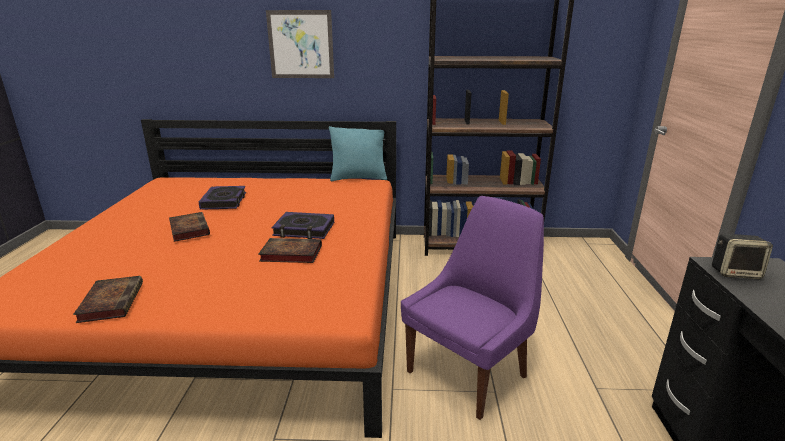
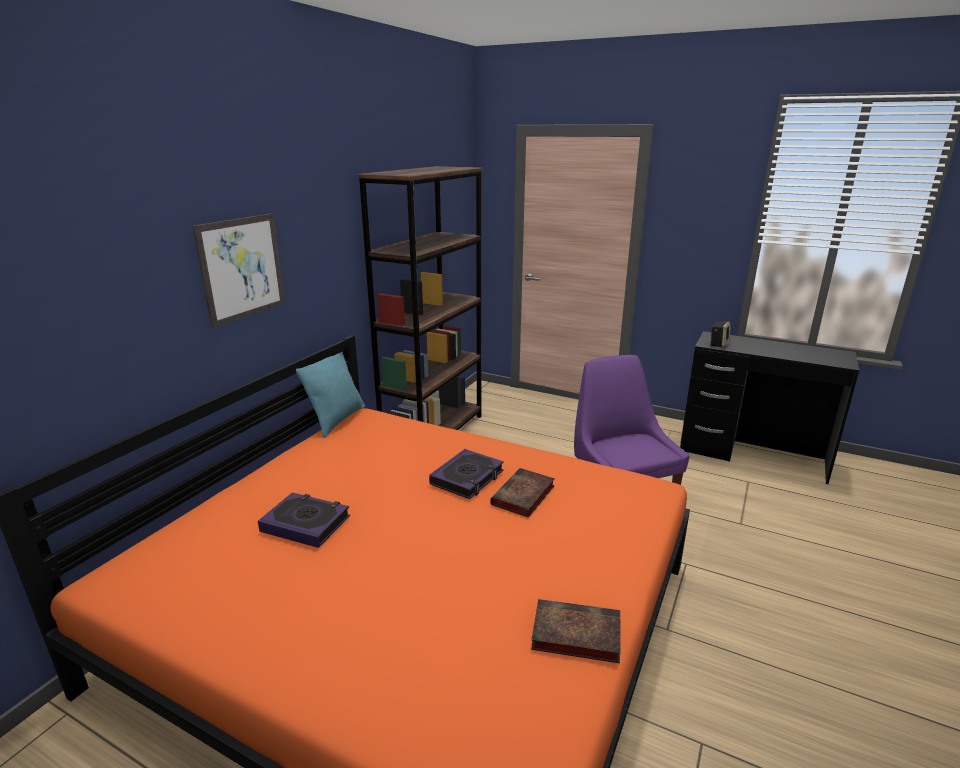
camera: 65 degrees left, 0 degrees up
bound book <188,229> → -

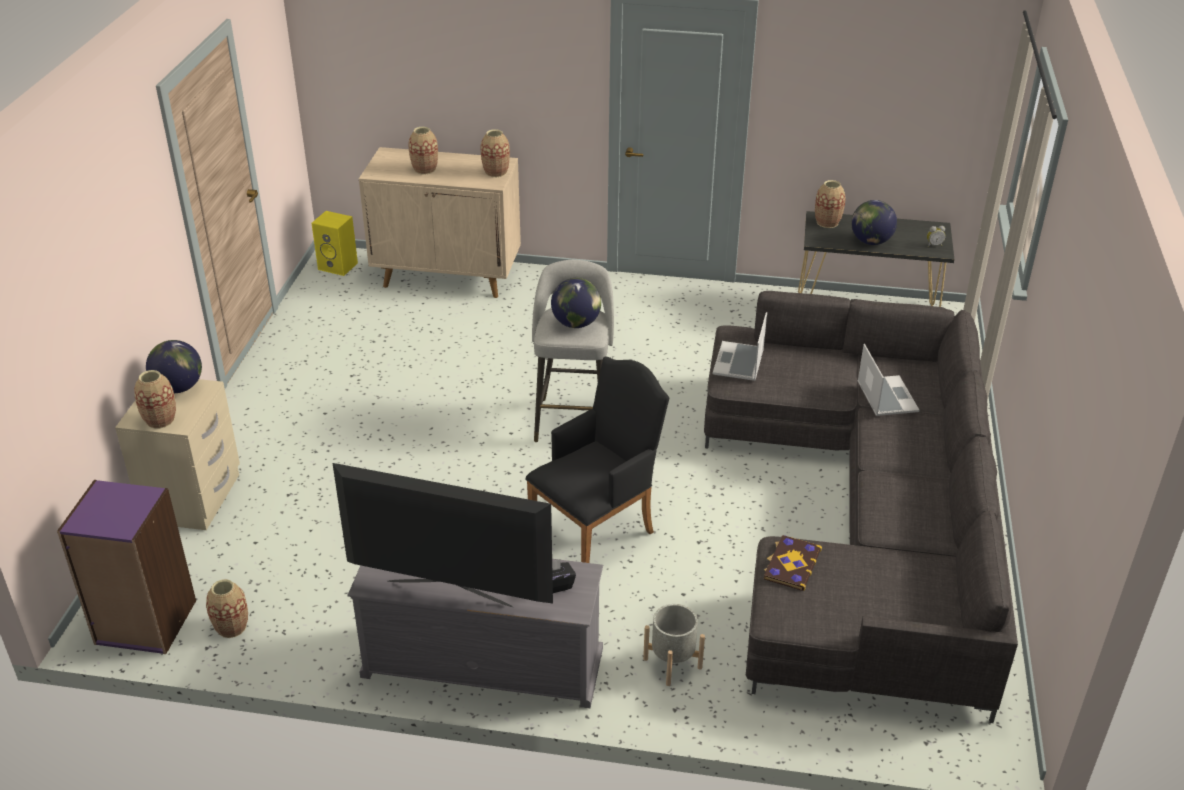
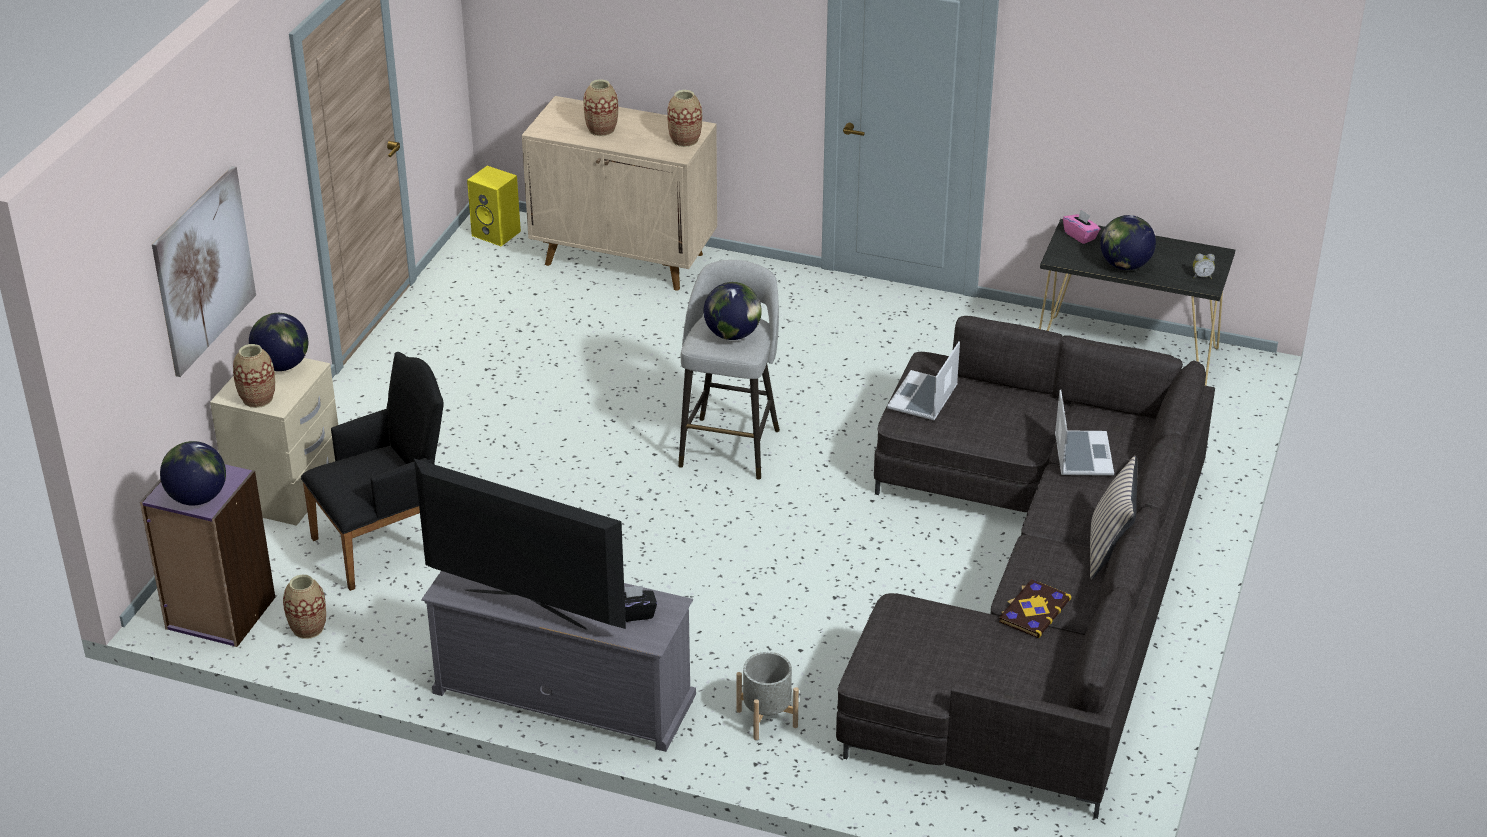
camera: 10 degrees right, 0 degrees up
- → picture <203,270>
- → world globe <197,498>
black-coloured lounge chair <598,528> → black-coloured lounge chair <387,543>, relocated
bound book <791,564> → bound book <1033,610>, relocated
vase <827,222> → pink-coloured tissue holder <1080,236>
- → sand-coloured pillow <1109,550>

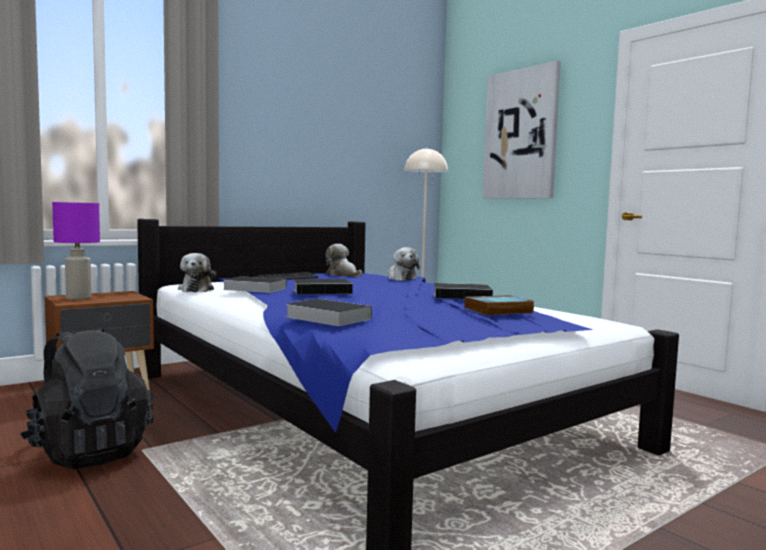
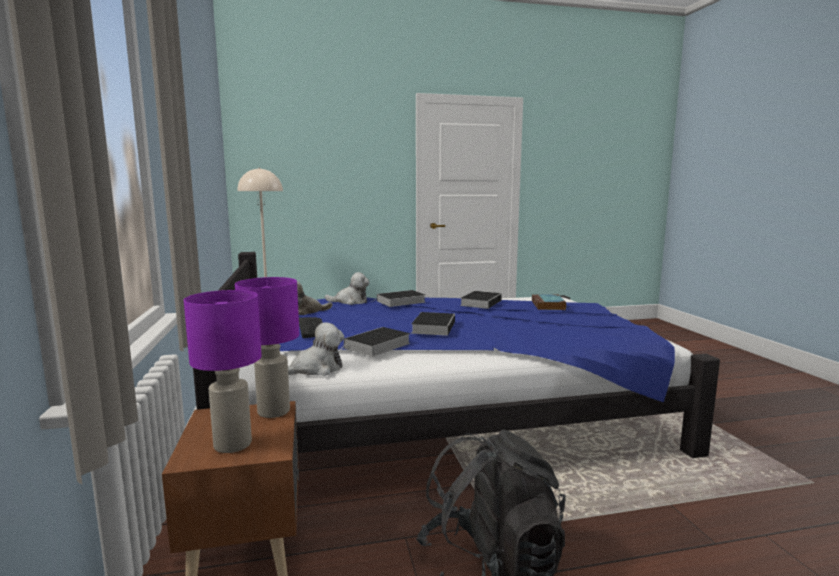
camera: 65 degrees left, 5 degrees up
- → purplish lamp for a table <273,411>
soft toy <197,289> → soft toy <315,369>, 45 degrees counterclockwise
bound book <325,317> → bound book <400,302>, relocated
picture <521,134> → -

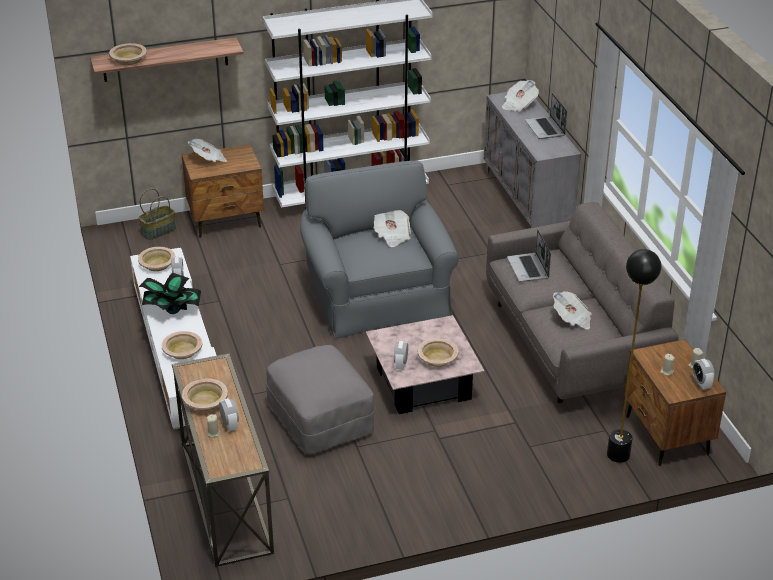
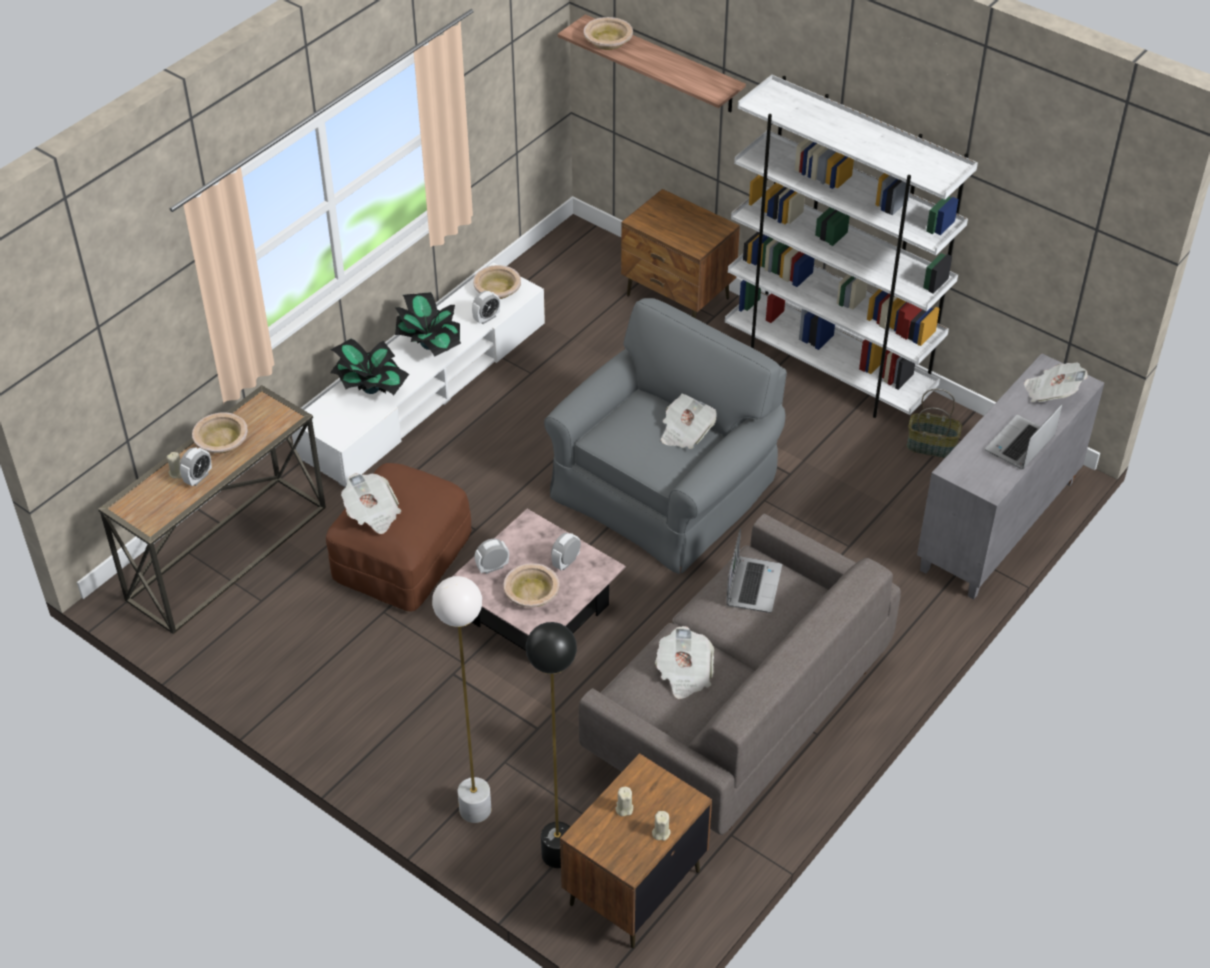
camera: 55 degrees right, 10 degrees up
greyish ottoman <319,420> → brown-coloured ottoman <402,559>
sand-coloured deep dish <182,350> → houseplant <370,388>
daily paper <208,159> → daily paper <372,514>, relocated
- → white floor lamp <475,810>
bedside clock <701,384> → bedside clock <566,562>, relocated
notebook computer <528,269> → notebook computer <753,585>, 150 degrees clockwise
basket <158,231> → basket <932,446>, relocated

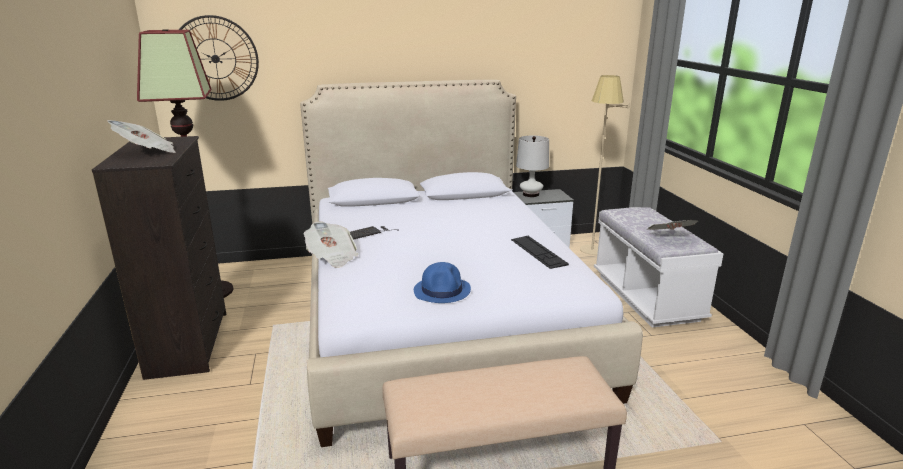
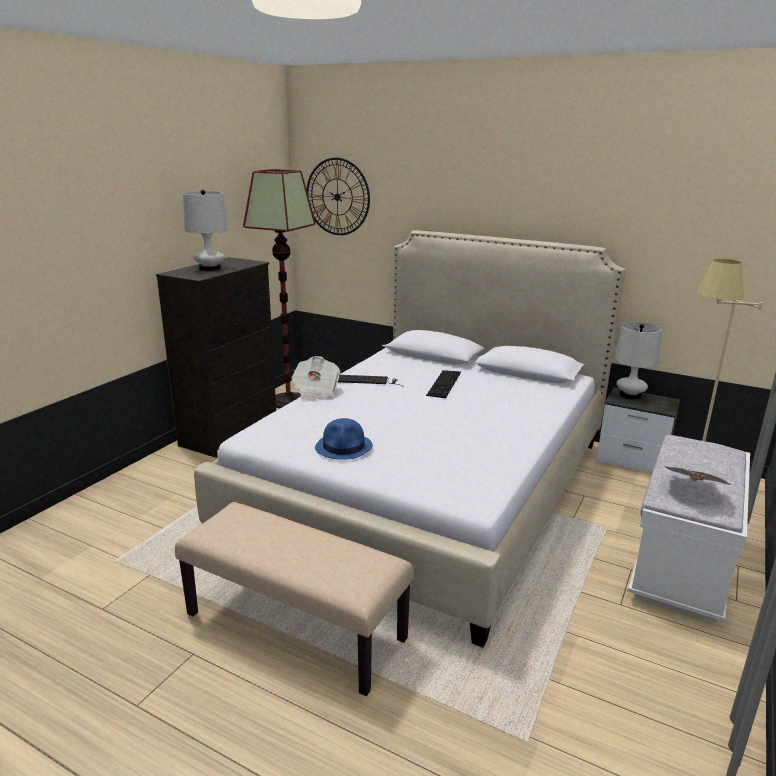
camera: 40 degrees right, 0 degrees up
daily paper <147,152> → white lamp for a table <210,268>
computer keyboard <538,251> → computer keyboard <444,383>, relocated

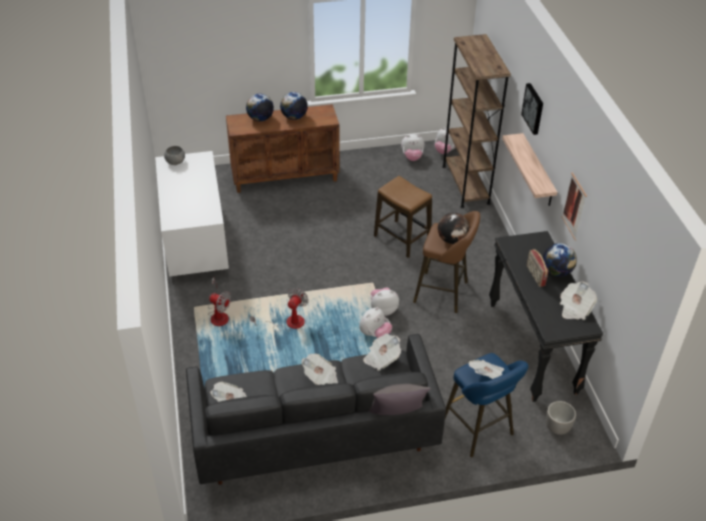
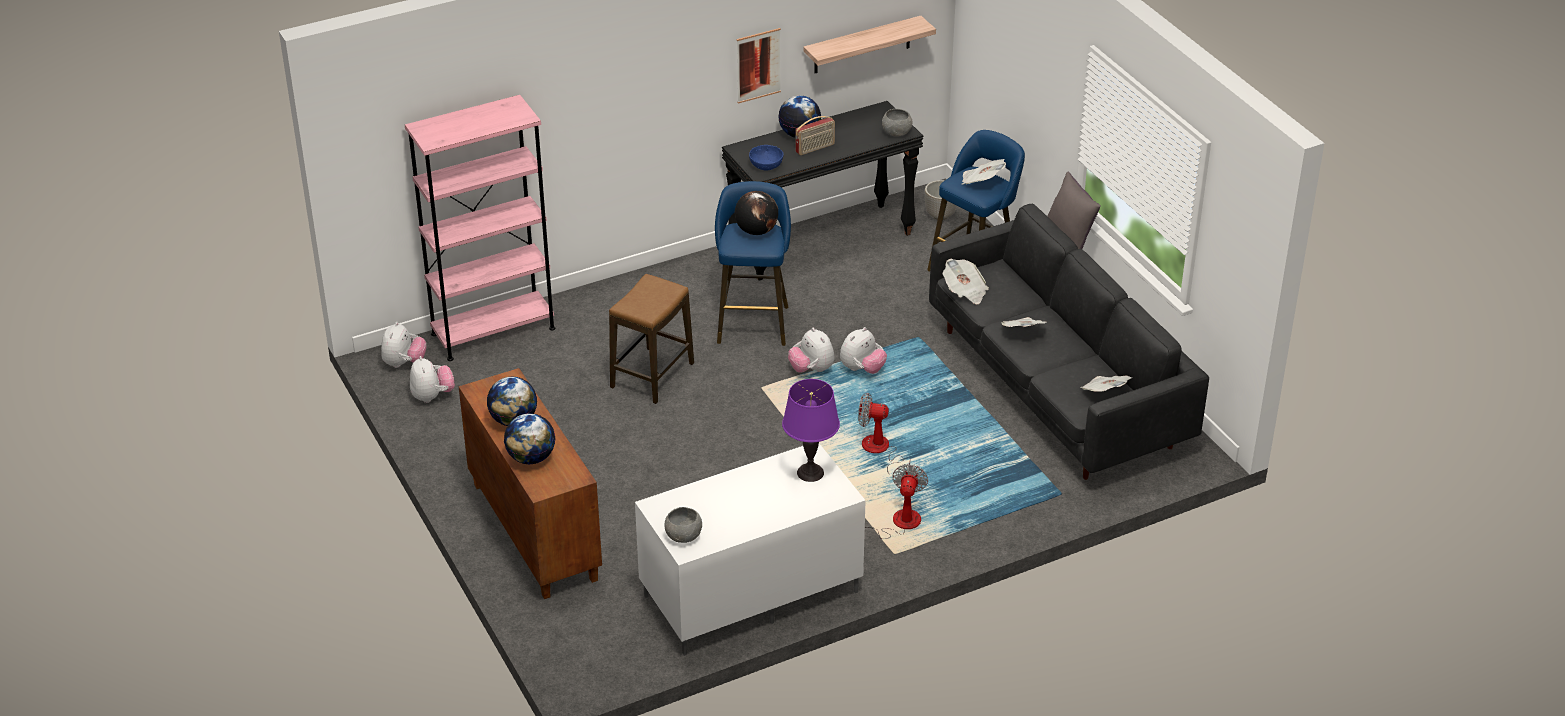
camera: 105 degrees left, 5 degrees down
brown-coloured shelving unit <465,184> → pink-coloured shelving unit <493,331>
brown-coloured stool seat <444,293> → bluish stool seat <753,321>
- → bluish deep dish <766,165>
- → purplish lamp for a table <810,473>
bracket shelf <537,171> → bracket shelf <862,45>, relocated
soft toy <375,334> → soft toy <862,369>, 105 degrees clockwise
- → greyish deep dish <896,132>
picture <534,108> → -
daily paper <575,308> → -

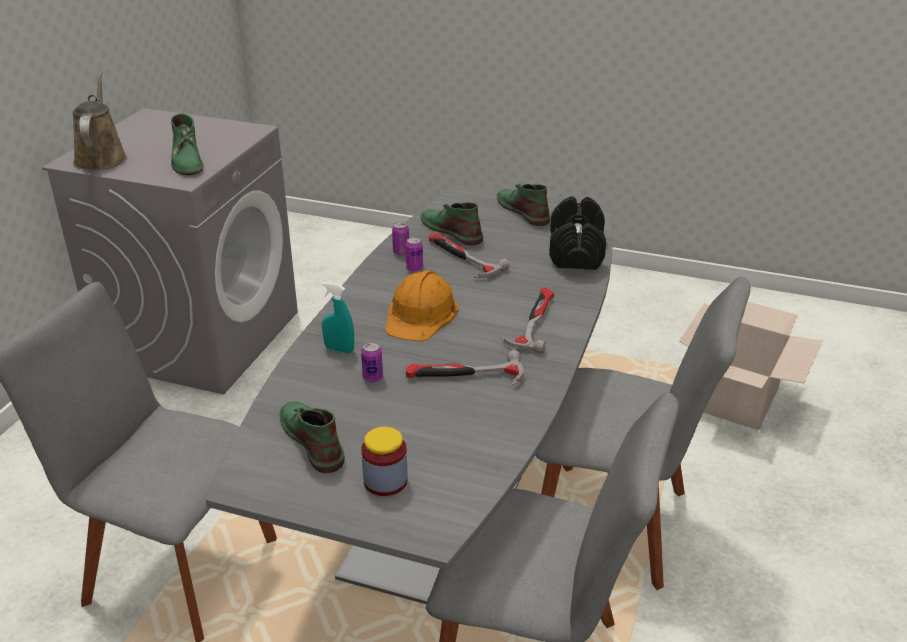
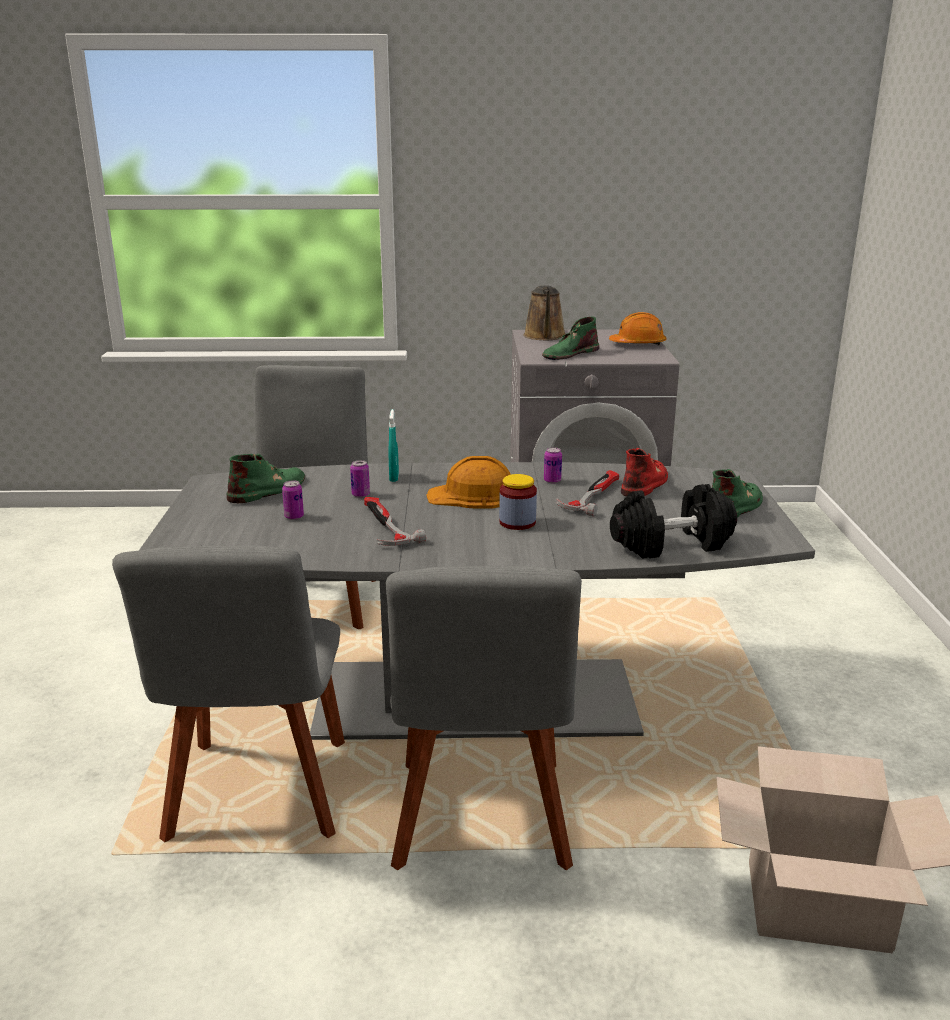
camera: 70 degrees right, 10 degrees down
sealed can <401,252> → sealed can <294,517>, relocated
jar <385,481> → jar <517,522>, relocated
brown-coloured sprinkling can <101,158> → brown-coloured sprinkling can <545,336>, 120 degrees clockwise
- → orange work helmet <638,344>
green-coloured boot <451,230> → red boot <645,483>
hammer <532,322> → -

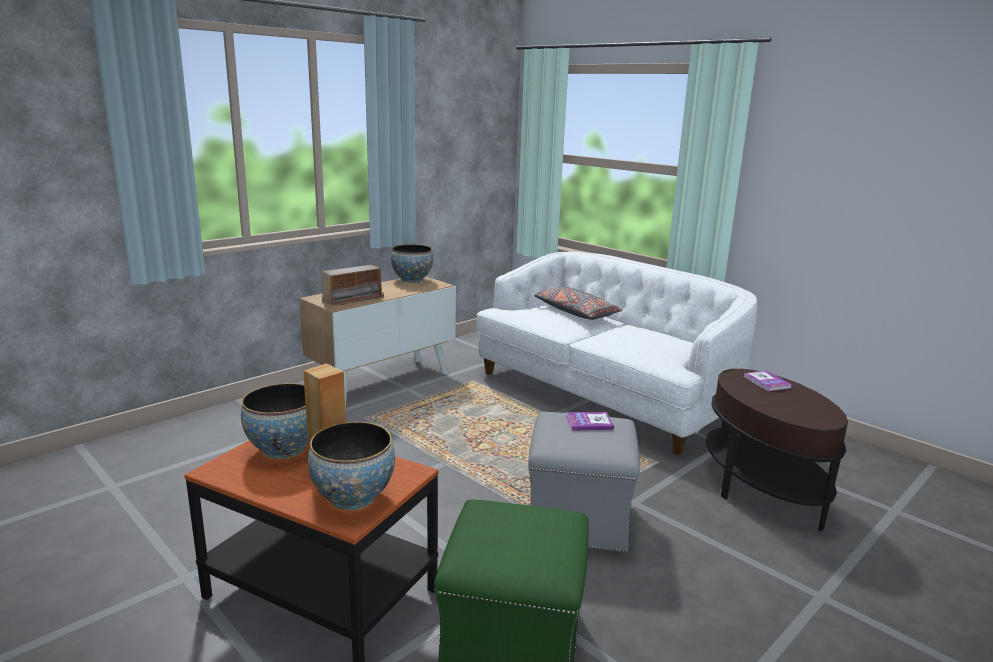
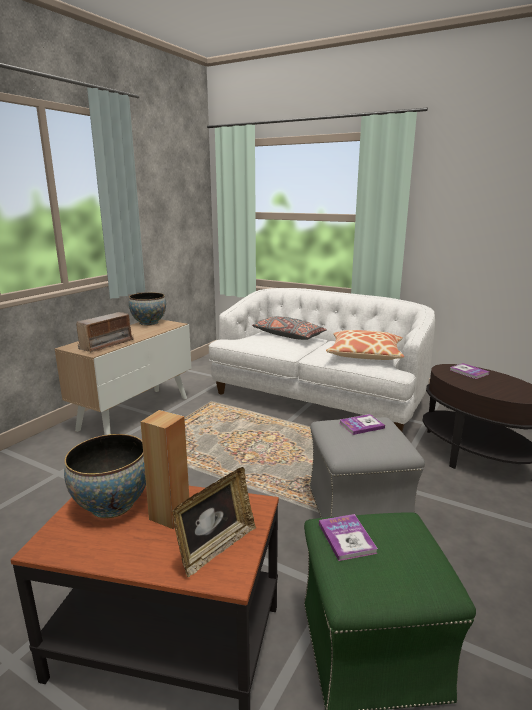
camera: 15 degrees left, 0 degrees up
deep dish <353,498> → standing frame <216,548>
- → bound book <346,538>
- → pillow <365,354>

